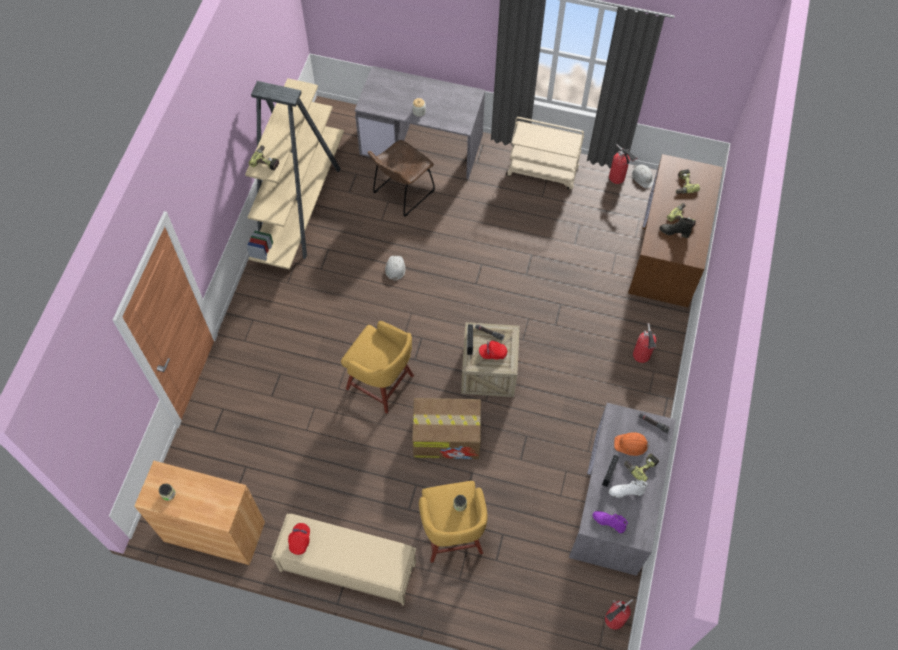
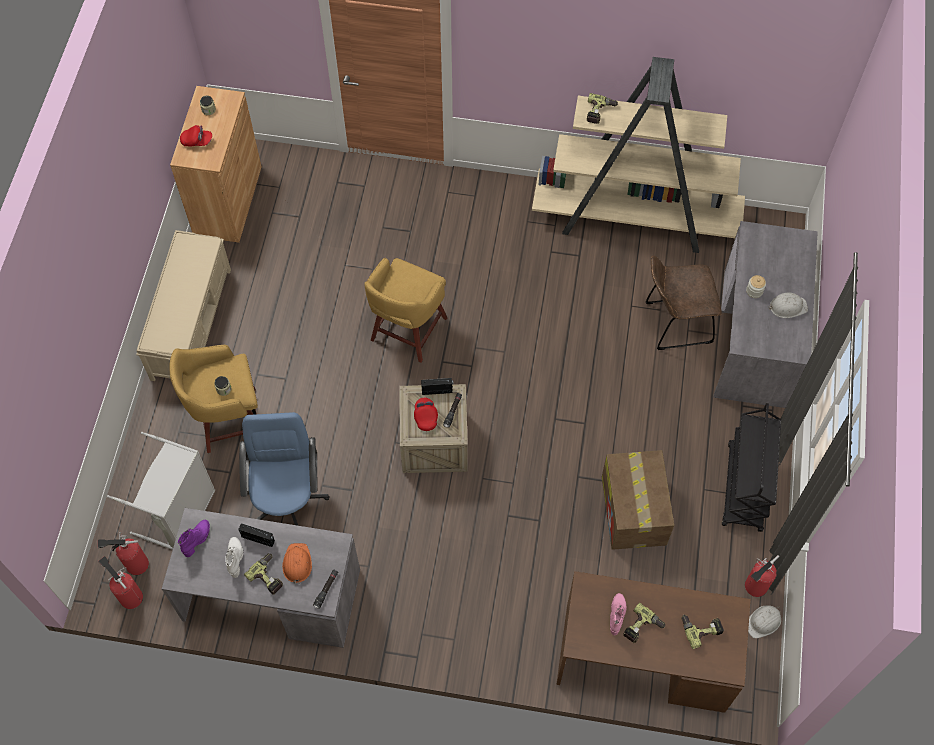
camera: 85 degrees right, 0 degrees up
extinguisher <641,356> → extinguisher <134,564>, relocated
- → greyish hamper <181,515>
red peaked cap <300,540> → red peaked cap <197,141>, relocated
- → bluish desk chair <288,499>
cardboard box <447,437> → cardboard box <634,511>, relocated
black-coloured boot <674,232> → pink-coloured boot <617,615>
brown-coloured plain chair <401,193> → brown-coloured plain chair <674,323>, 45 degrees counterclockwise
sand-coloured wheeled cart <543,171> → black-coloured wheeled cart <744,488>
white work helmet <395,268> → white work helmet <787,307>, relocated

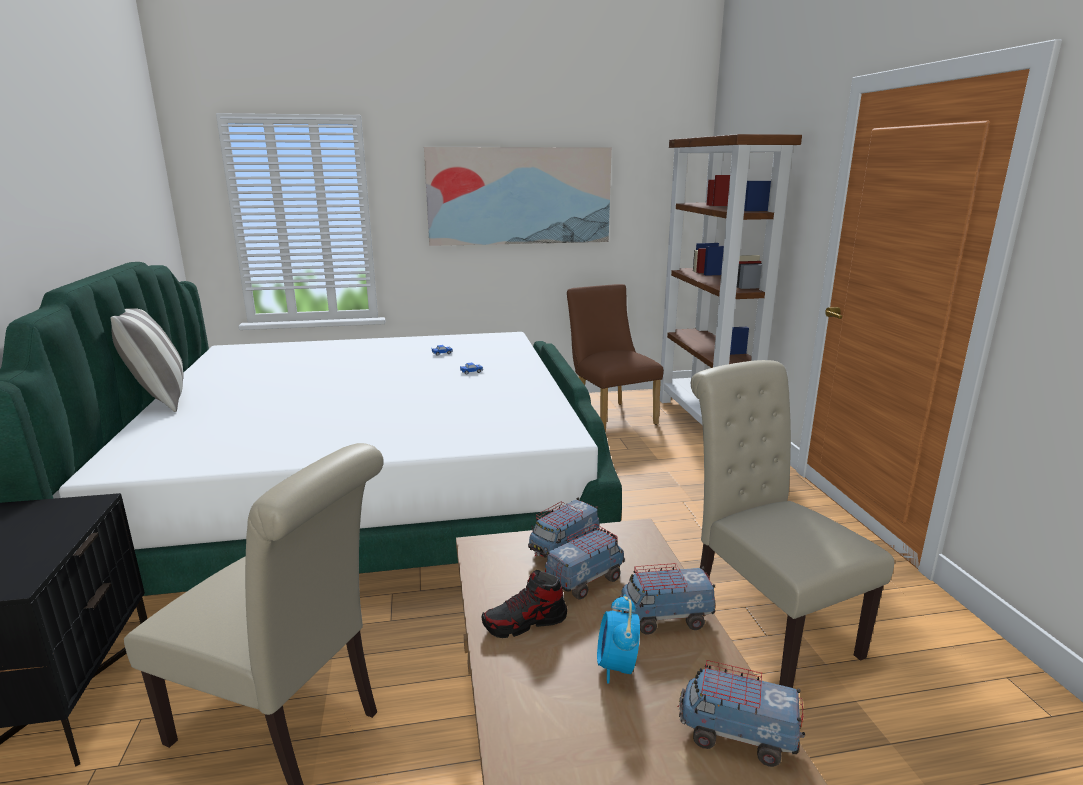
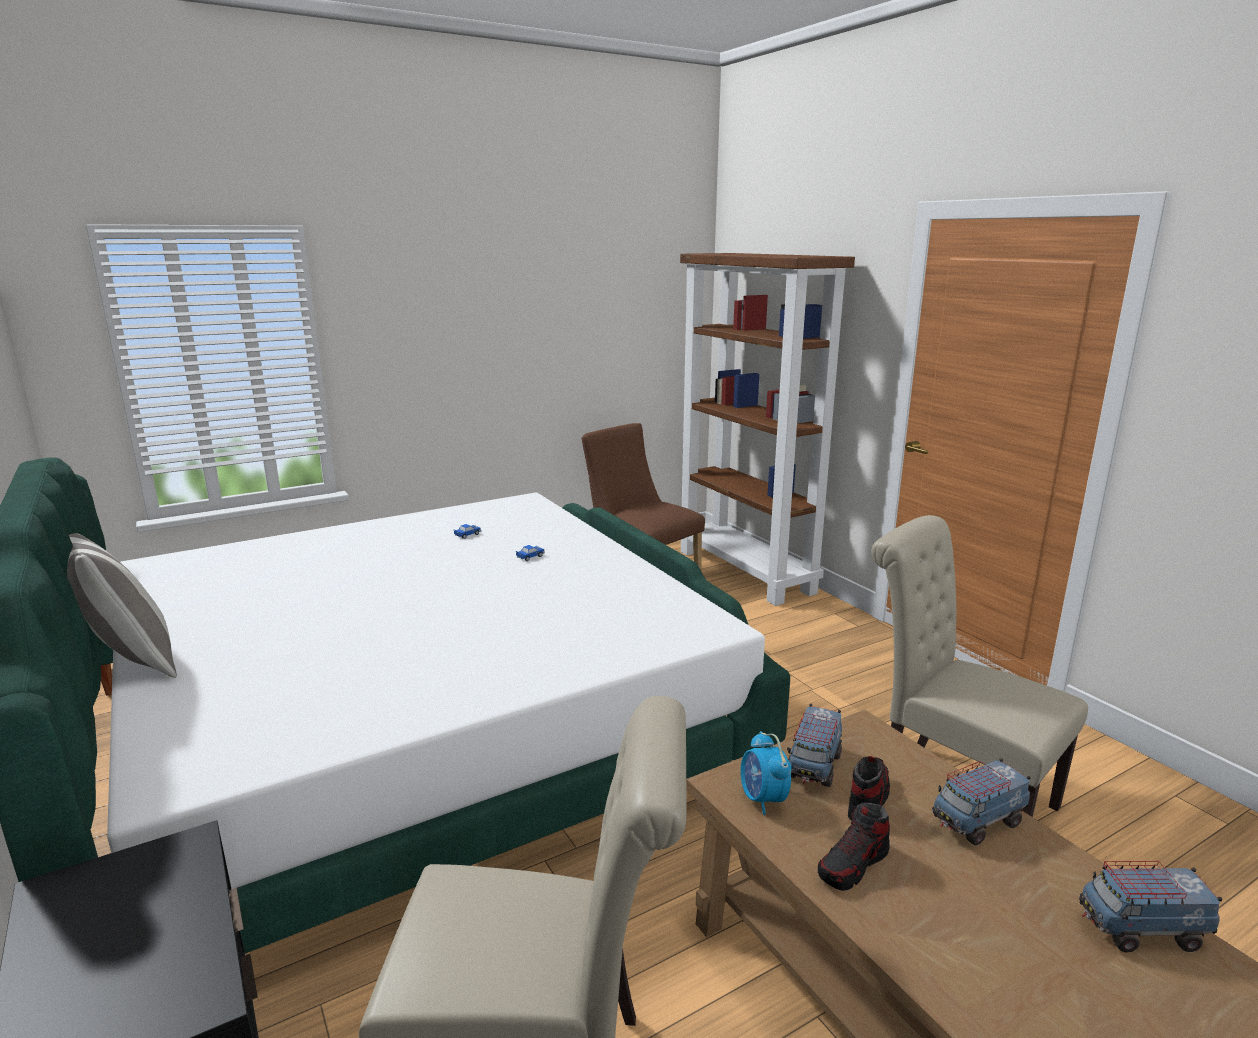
camera: 20 degrees left, 0 degrees up
bedside clock <616,667> → bedside clock <763,799>, relocated
toy truck <585,581> → item of footwear <867,799>
picture <519,196> → -

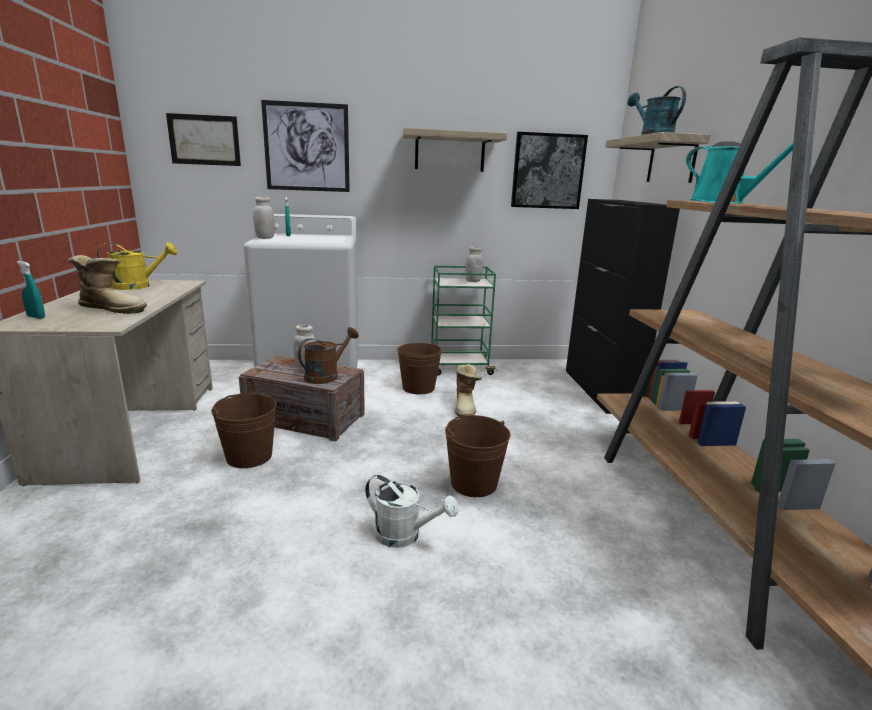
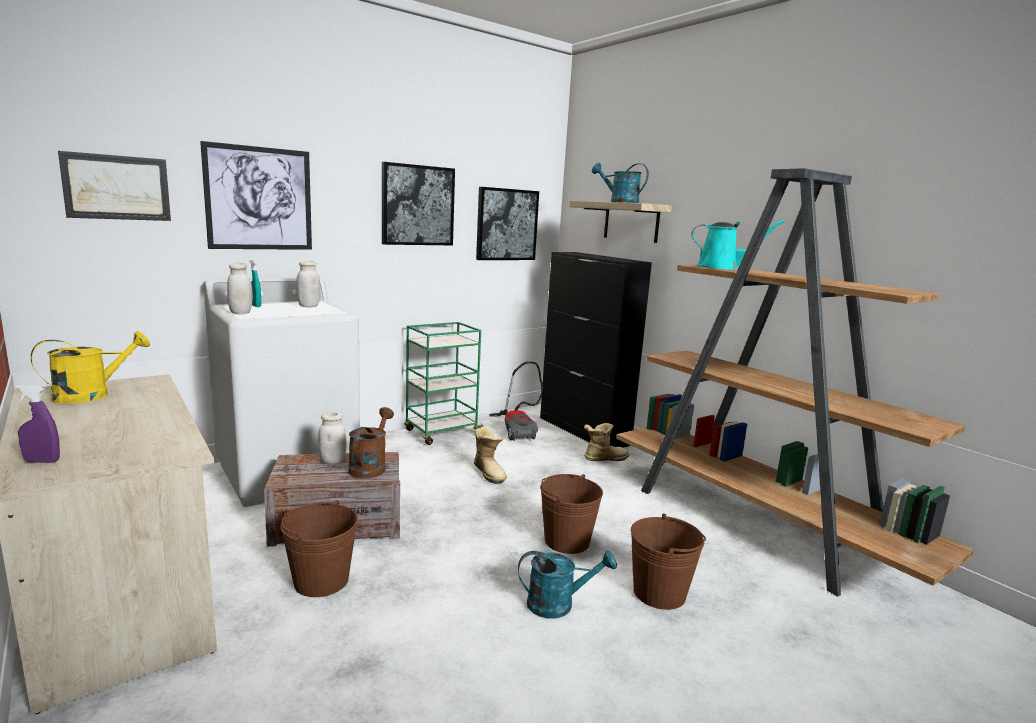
camera: 30 degrees left, 5 degrees down
turquoise-coloured hand sprayer <36,317> → purplish hand sprayer <42,461>
white jar <473,281> → white jar <308,306>, relocated
bracket shelf <450,152> → picture <417,205>
- → hoover <517,430>
white sprinkling can <405,535> → turquoise-coloured sprinkling can <558,604>
boot <113,309> → boot <603,459>, relocated
brown-coloured pail <418,388> → brown-coloured pail <659,593>, relocated

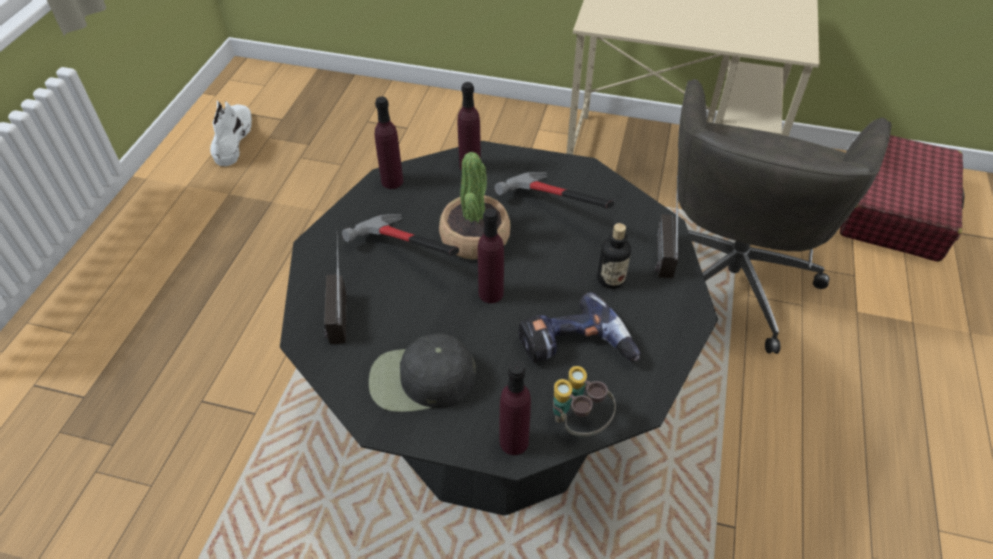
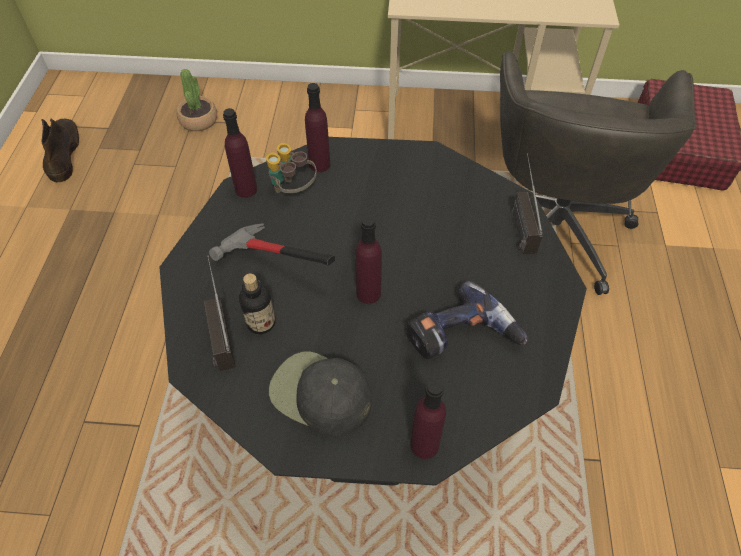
camera: 10 degrees left, 5 degrees up
white boot <233,138> → brown-coloured boot <64,153>
houseplant <475,238> → houseplant <199,120>, relocated
beverage bottle <611,279> → beverage bottle <261,323>, relocated
binoculars <578,422> → binoculars <293,190>, relocated
black-coloured peaked cap <421,380> → black-coloured peaked cap <319,394>, 45 degrees clockwise
hammer <548,210> → -

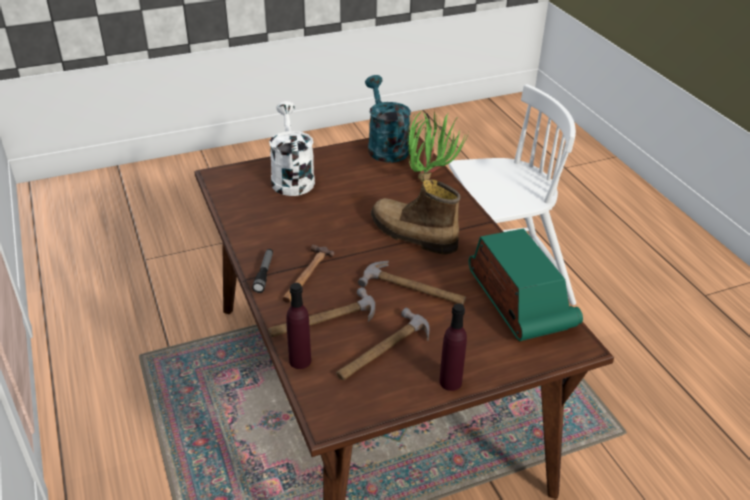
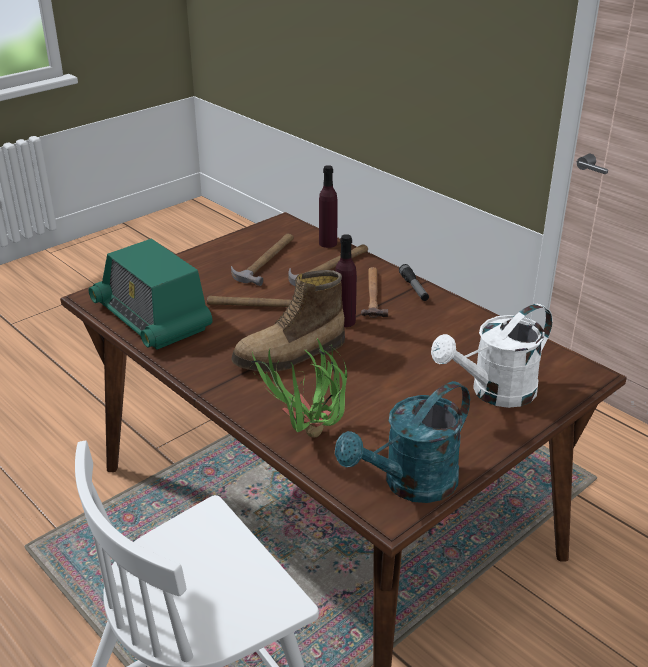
camera: 160 degrees right, 5 degrees down
boot <412,235> → boot <291,355>, 135 degrees clockwise
purplish beverage bottle <450,382> → purplish beverage bottle <345,321>, relocated
turquoise-coloured sprinkling can <385,146> → turquoise-coloured sprinkling can <410,485>, 90 degrees clockwise
white sprinkling can <291,177> → white sprinkling can <494,393>, 90 degrees clockwise

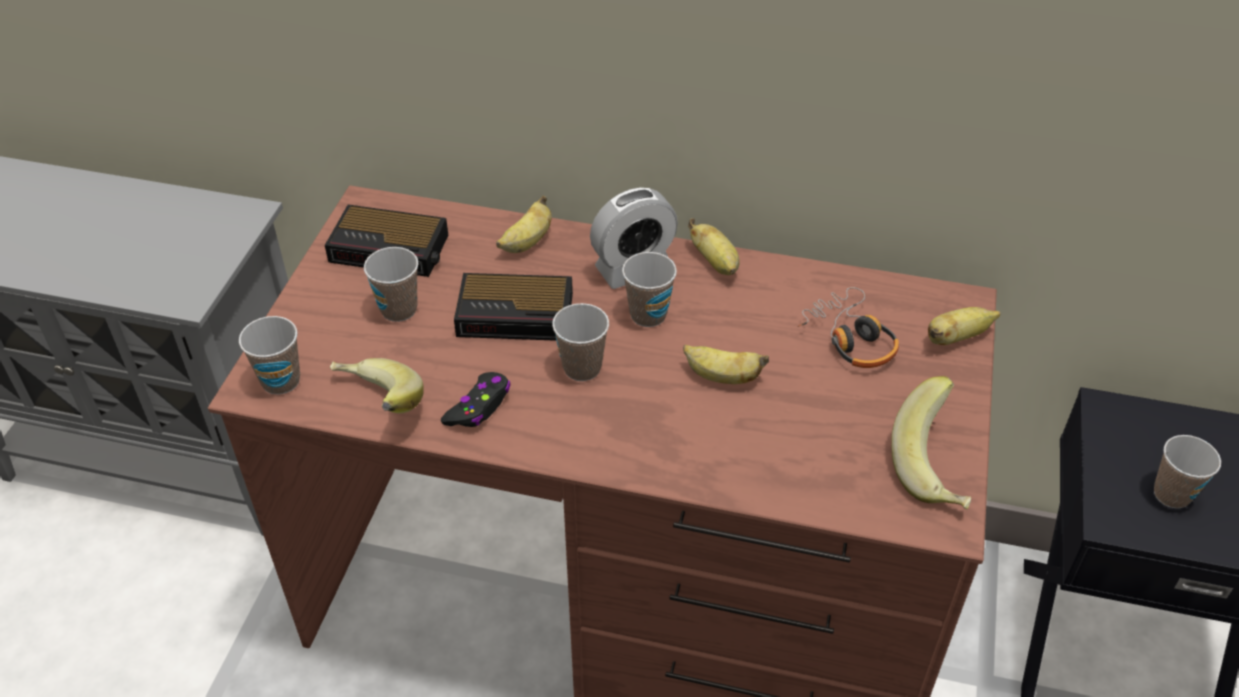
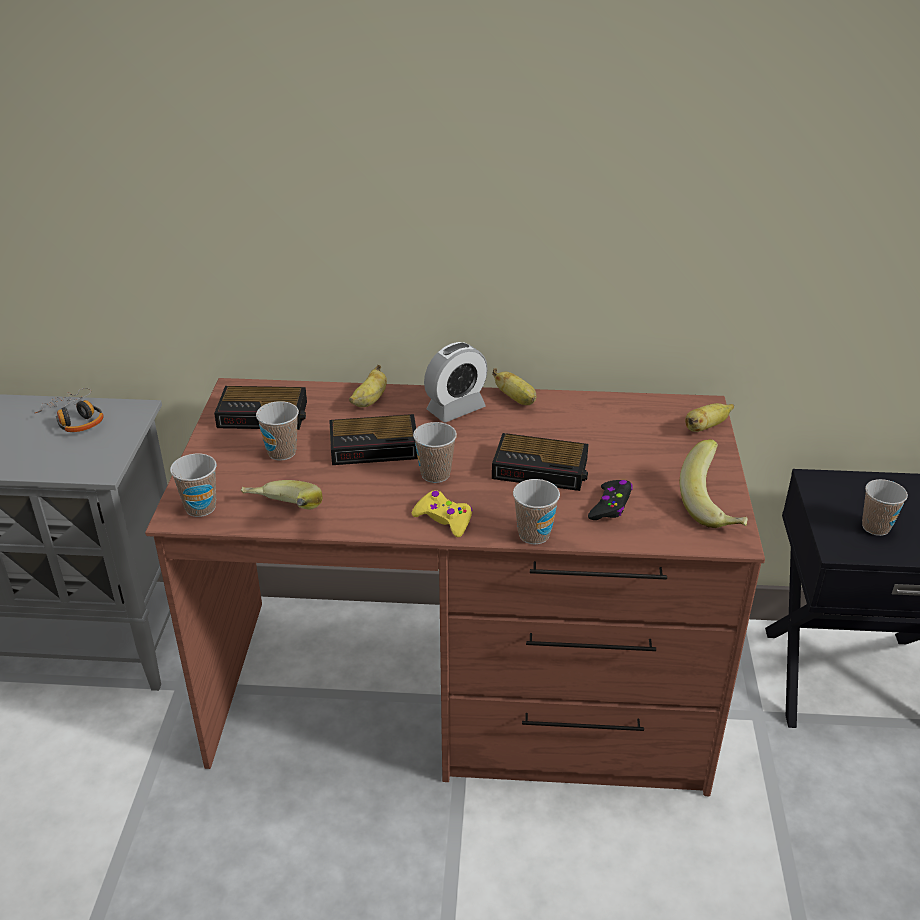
camera: 10 degrees left, 10 degrees down
pair of headphones <850,338> → pair of headphones <75,419>, relocated
- → yellow-coloured game controller <444,519>
banana fruit <721,377> → bedside clock <542,469>
small cup <648,315> → small cup <534,534>, relocated
black-coloured game controller <479,407> → black-coloured game controller <610,506>, relocated

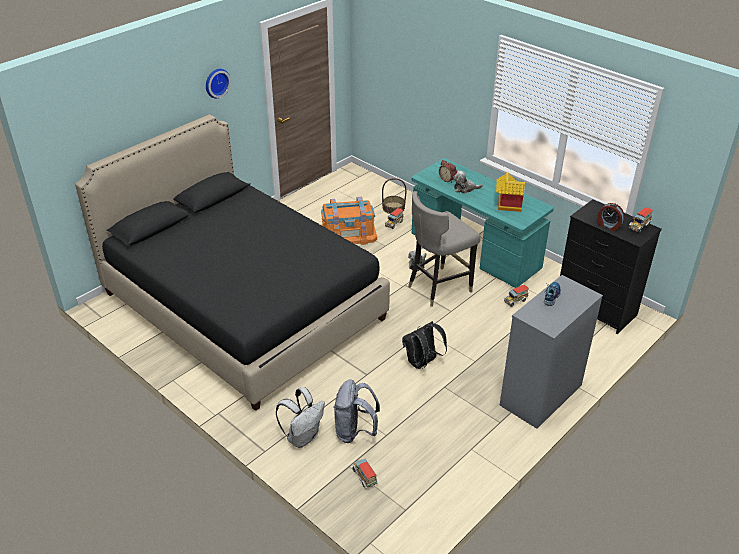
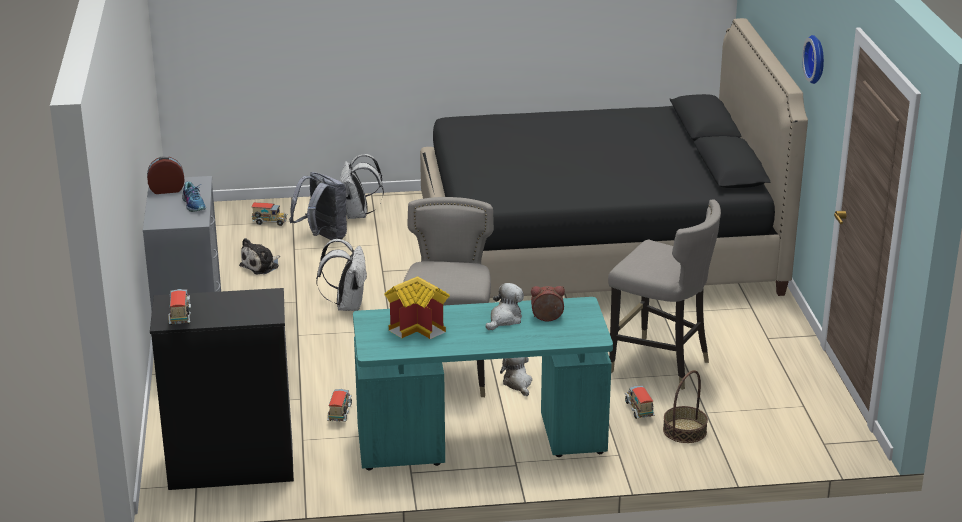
camera: 130 degrees right, 10 degrees down
bedside clock <608,226> → bedside clock <167,189>, relocated
- → soft toy <261,266>
black-coloured knapsack <422,363> → white knapsack <347,305>
orange storage container <348,234> → greyish stool seat <660,365>

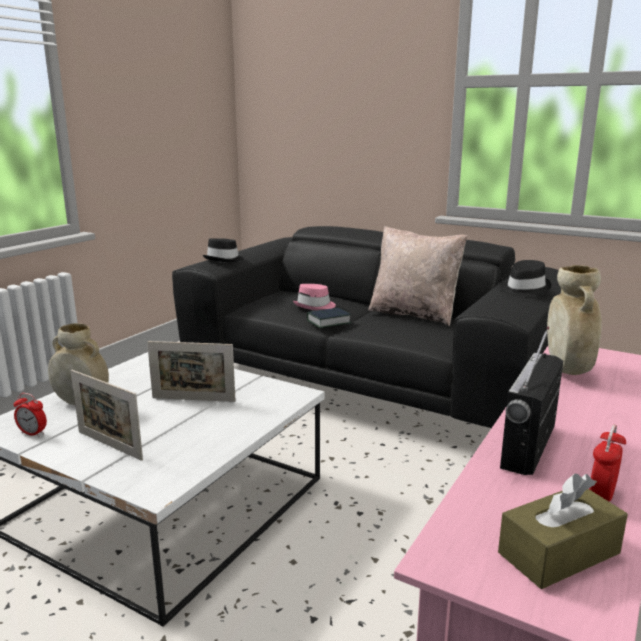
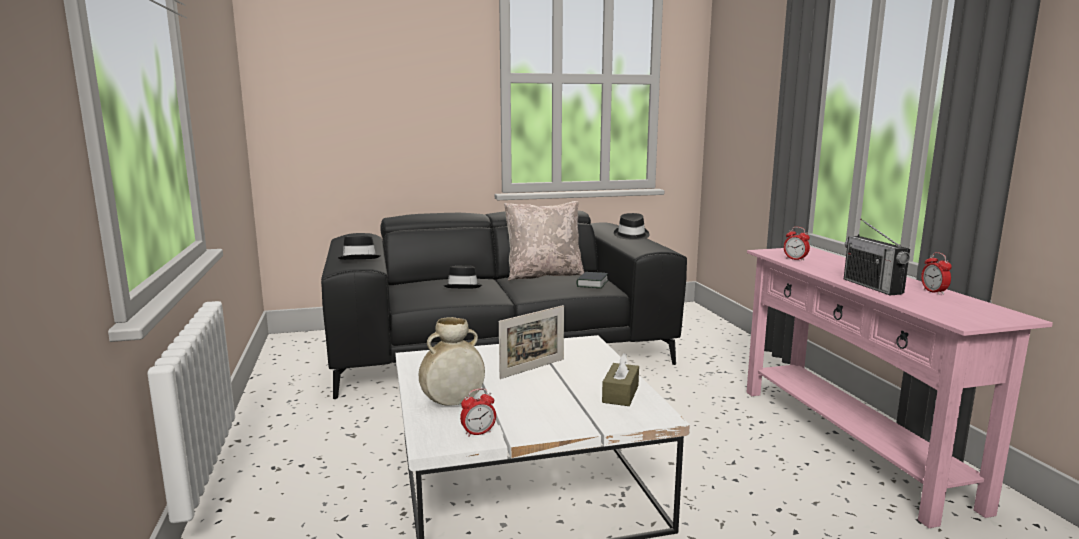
camera: 45 degrees left, 5 degrees down
pink-coloured clothing hat <315,306> → black-coloured clothing hat <463,286>
bound book <328,322> → bound book <592,284>, relocated
brown-coloured tissue holder <558,553> → brown-coloured tissue holder <620,394>, relocated
sand-coloured vase <567,371> → bedside clock <795,259>
standing frame <109,445> → -

